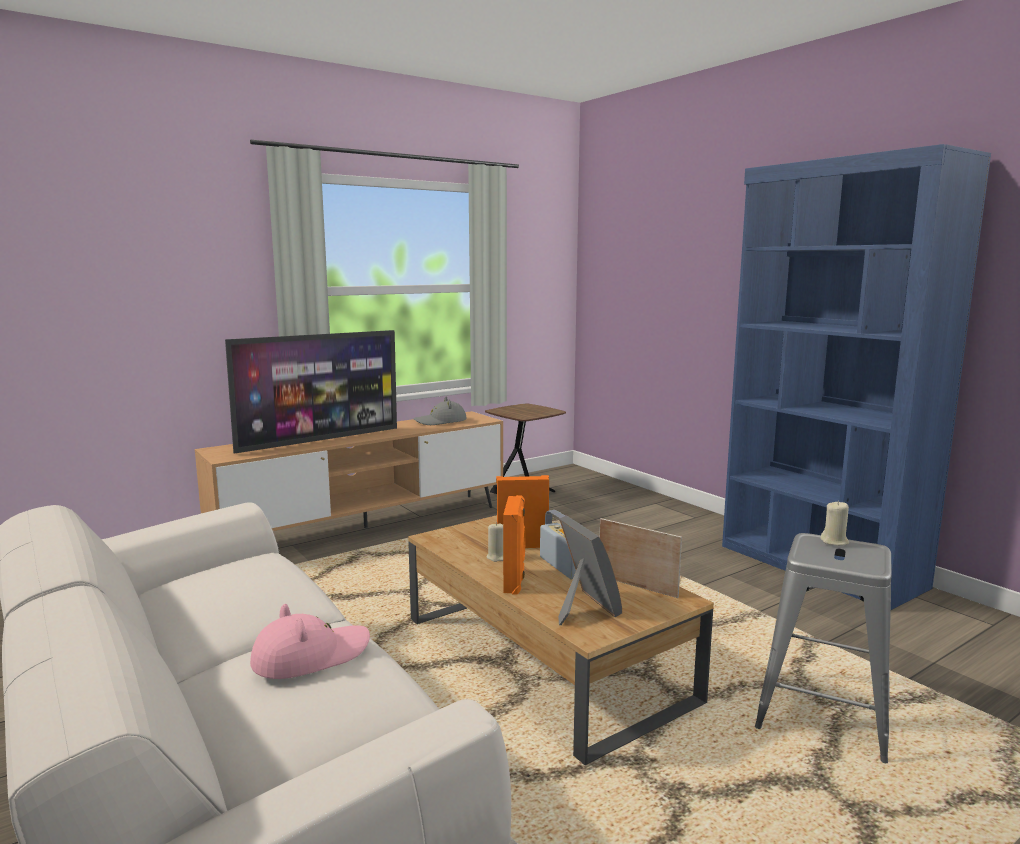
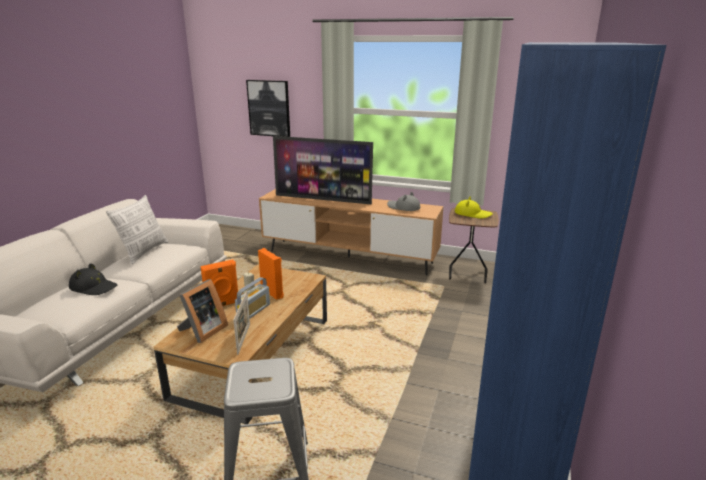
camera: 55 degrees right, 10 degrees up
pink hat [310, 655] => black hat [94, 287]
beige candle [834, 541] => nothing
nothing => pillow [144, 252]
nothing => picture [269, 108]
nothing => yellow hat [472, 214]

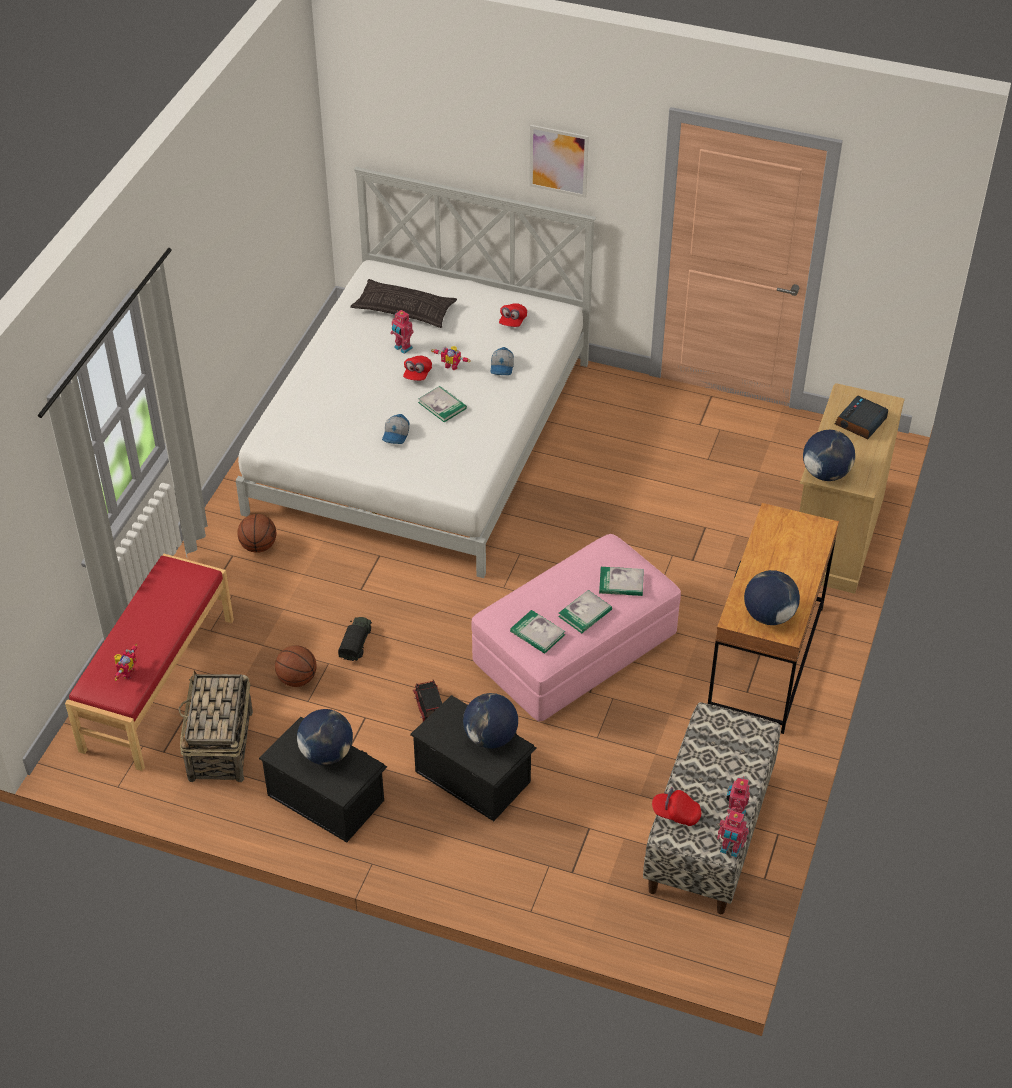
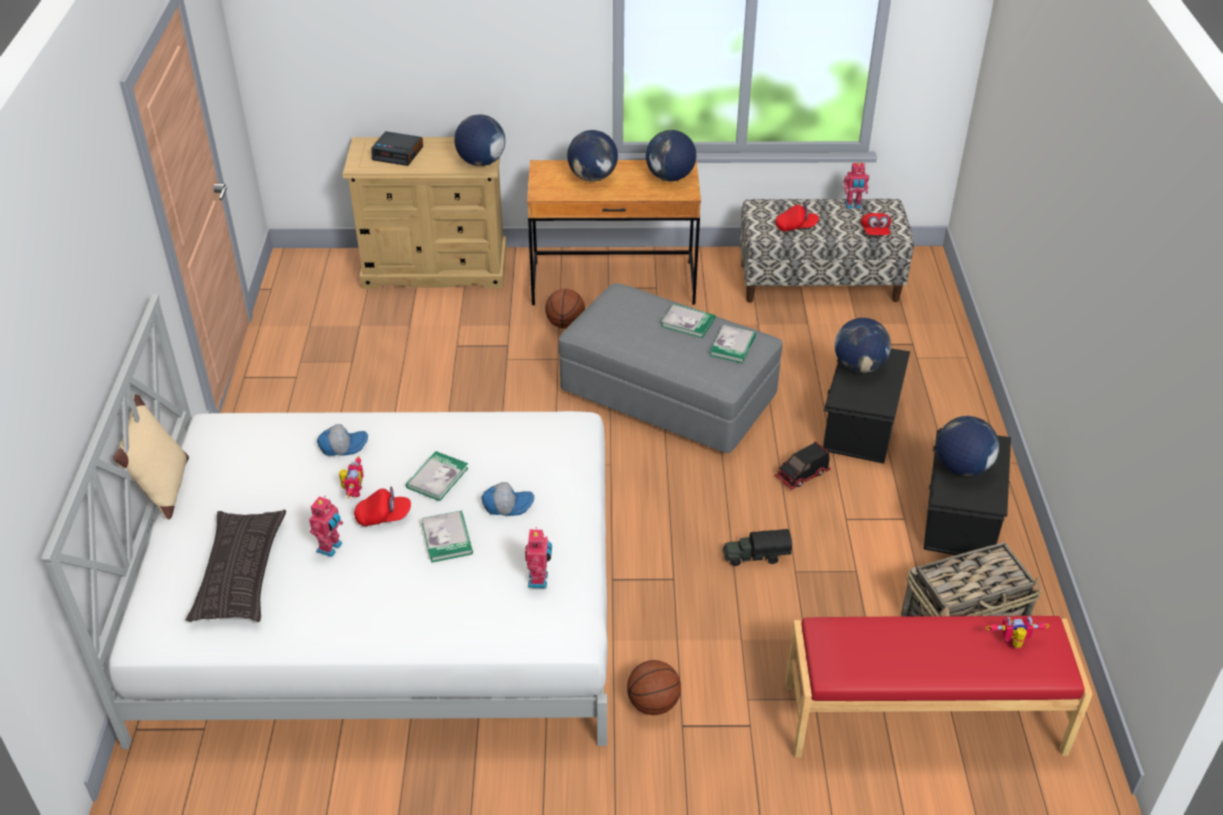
camera: 110 degrees left, 5 degrees down
basketball [297, 679] => basketball [565, 324], move
pink ottoman [575, 650] => grey ottoman [668, 395]
red cap [513, 321] => red cap [796, 227], move
picture [558, 161] => nothing
book [621, 583] => book [447, 538], move
toy robot [730, 850] => toy robot [539, 580], move
nothing => beige pillow [164, 490]
nothing => globe [593, 177]

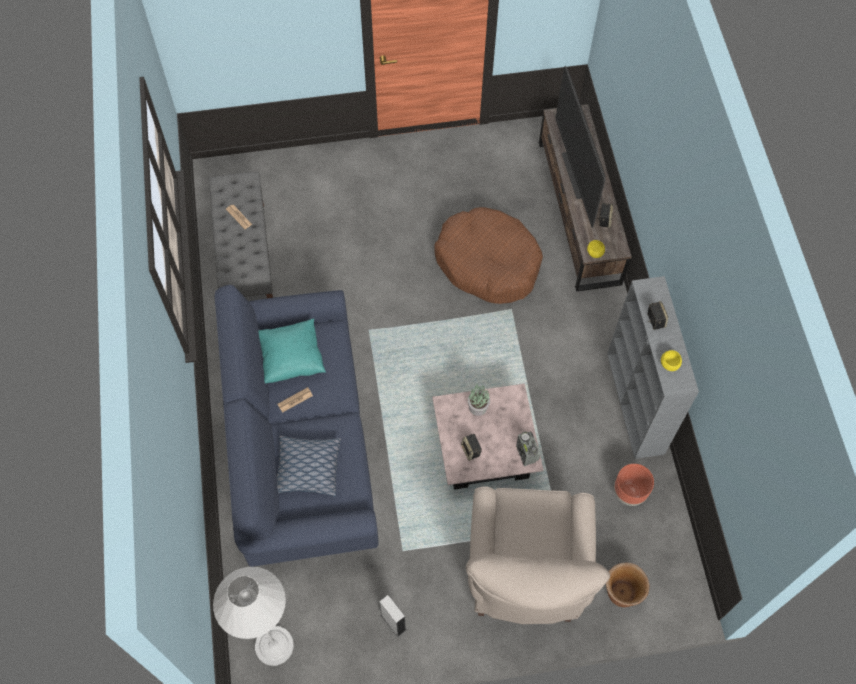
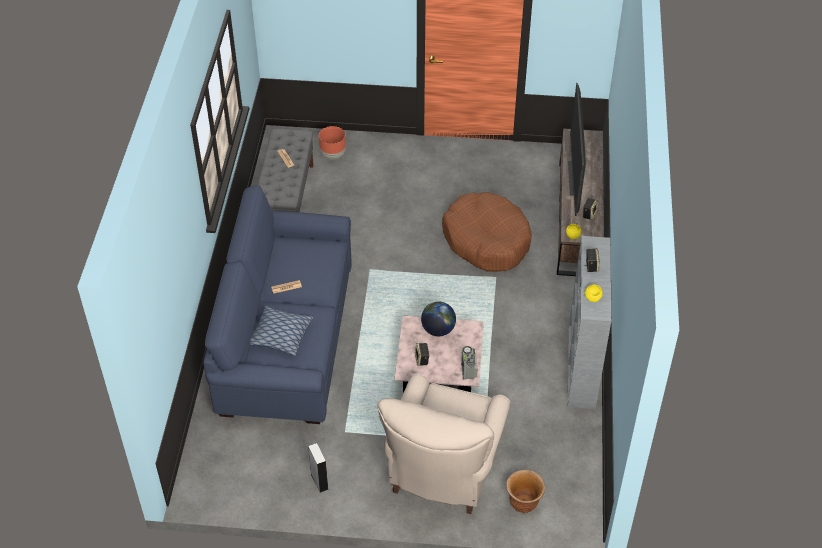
camera: 15 degrees right, 15 degrees down
white floor lamp [274, 645] => nothing
turquoise pillow [291, 359] => nothing
potted plant [477, 407] => globe [438, 330]
brown planter [629, 493] => brown planter [333, 155], move

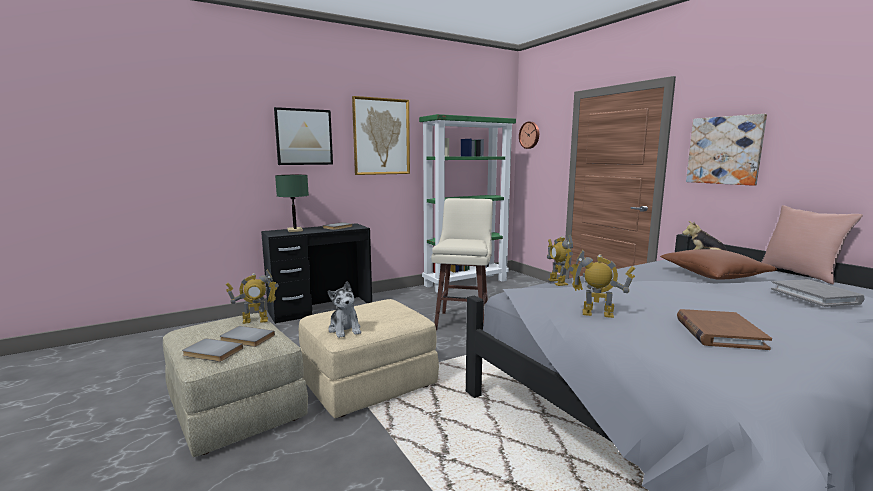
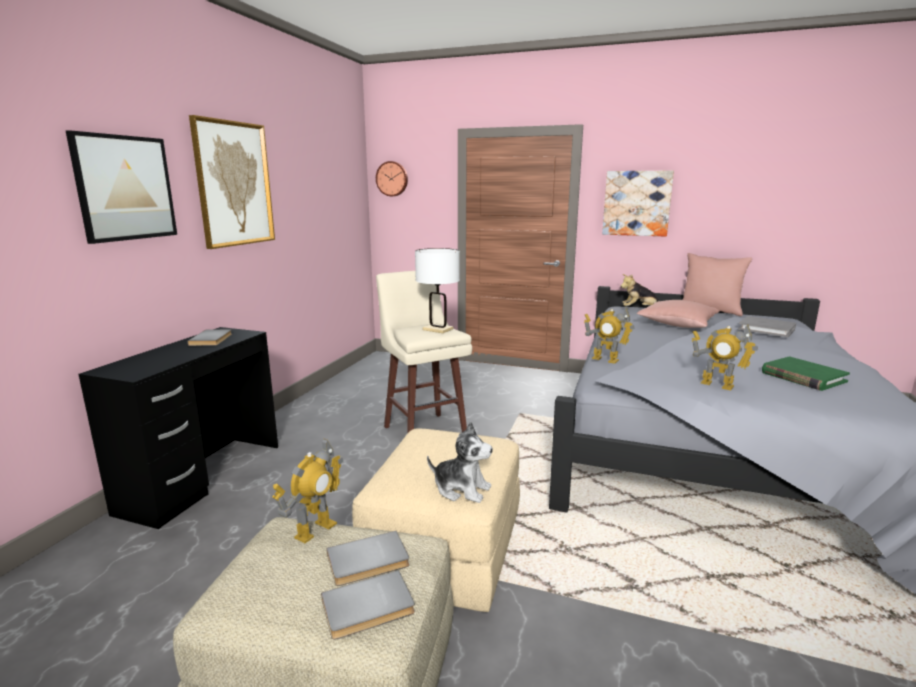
camera: 40 degrees left, 5 degrees up
green table lamp [295, 230] => nothing
green bookcase [466, 283] => nothing
toy robot [597, 314] => toy robot [717, 385], 120 degrees counterclockwise
brown pillow [713, 276] => pink pillow [677, 324]
brown book [718, 333] => green book [802, 377]
nothing => white table lamp [438, 329]

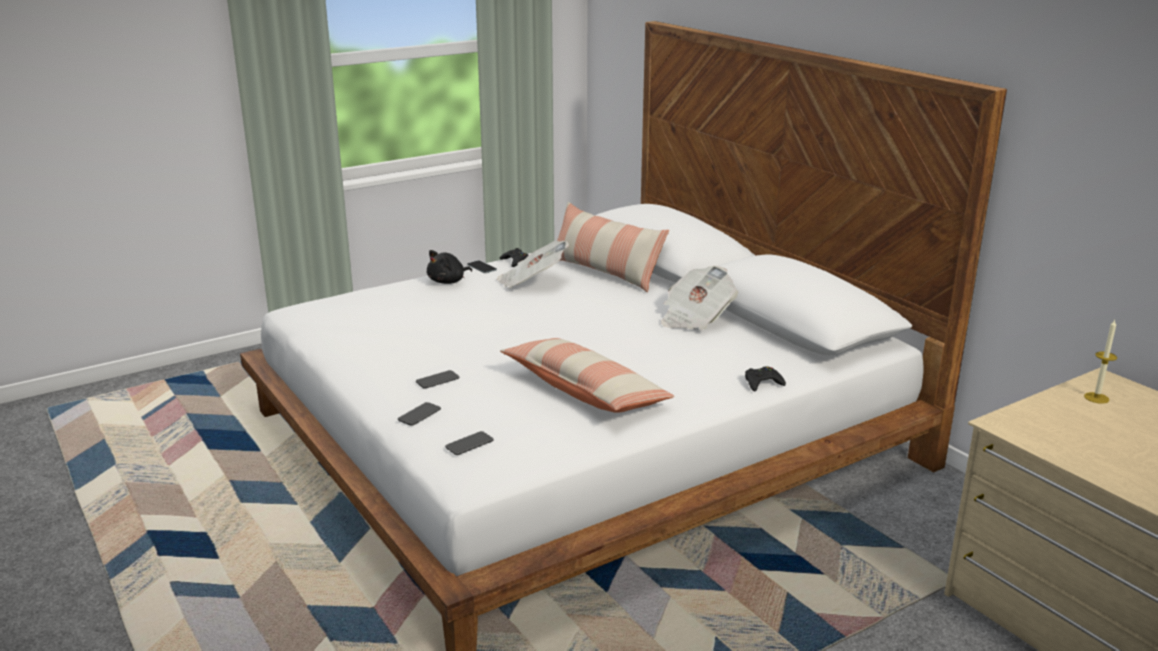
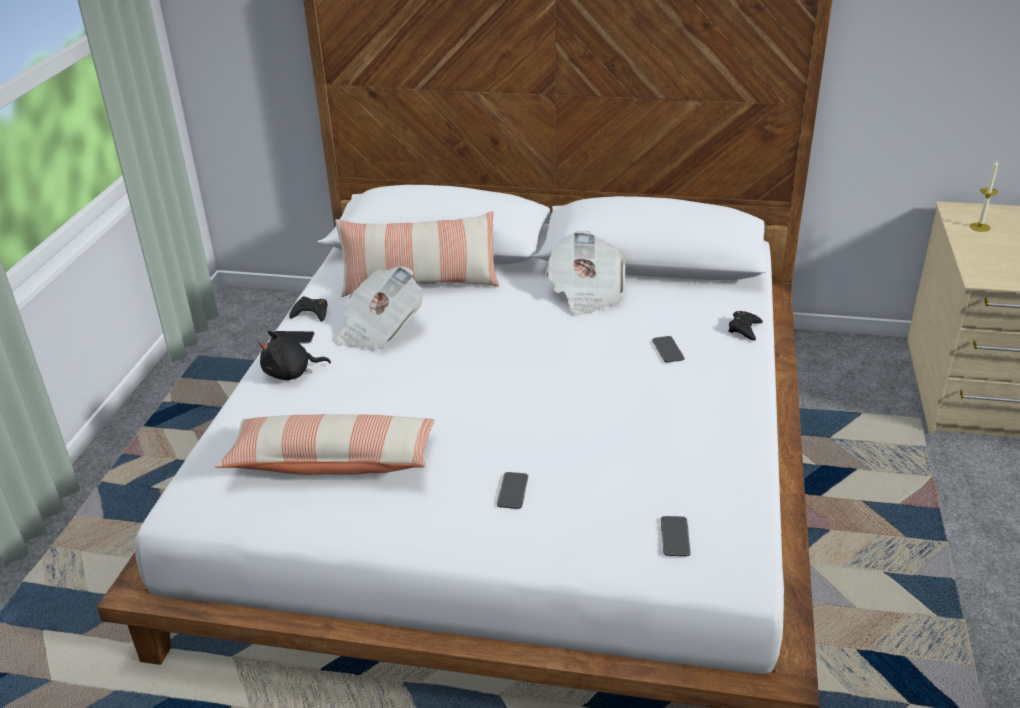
camera: 45 degrees left, 10 degrees up
phone [419, 415] => phone [668, 350], move
black plush toy [448, 281] => black plush toy [291, 373], 75 degrees clockwise
pillow [585, 391] => pillow [332, 461], move

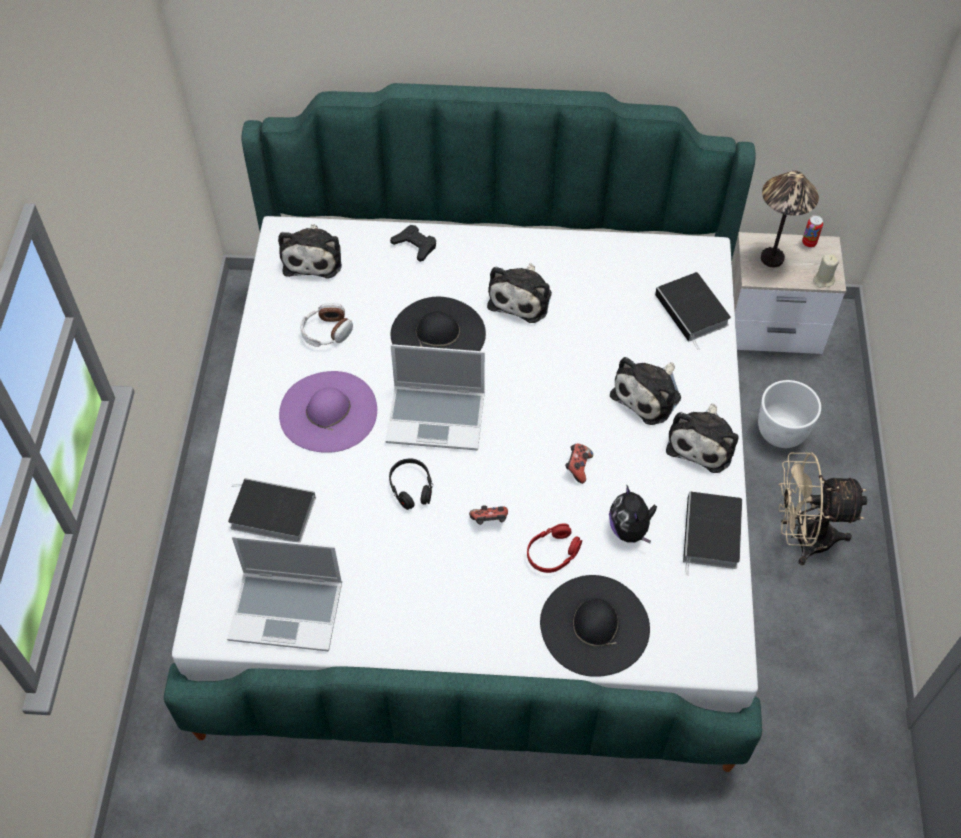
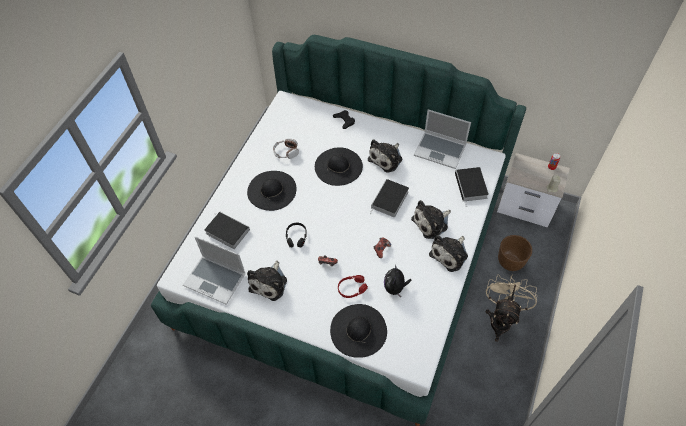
camera: 20 degrees right, 0 degrees up
plush toy [313, 257] => plush toy [269, 283], move
purple hat [328, 411] => black hat [272, 190]
laptop [437, 417] => laptop [440, 150], move
book [712, 535] => book [389, 200], move
white planter [780, 433] => brown planter [510, 262]
table lamp [771, 258] => nothing
beige fan [802, 537] => beige fan [501, 318], 90 degrees clockwise

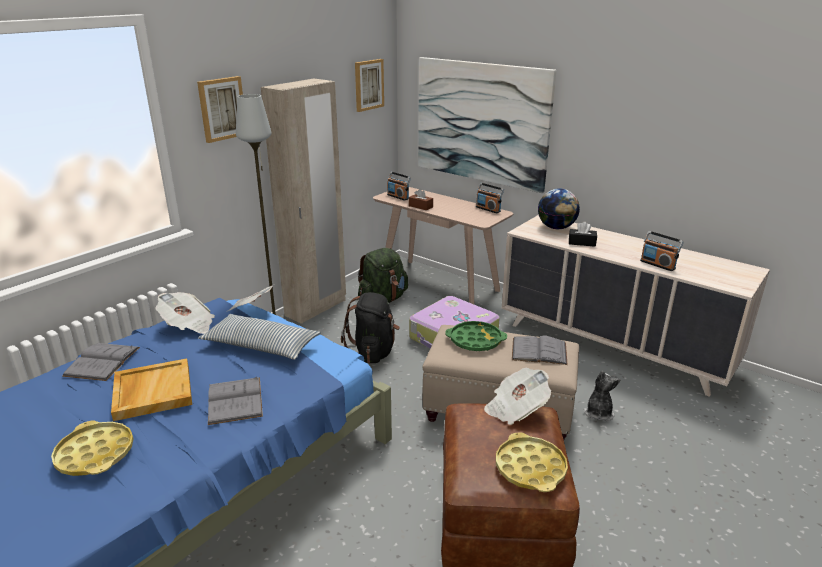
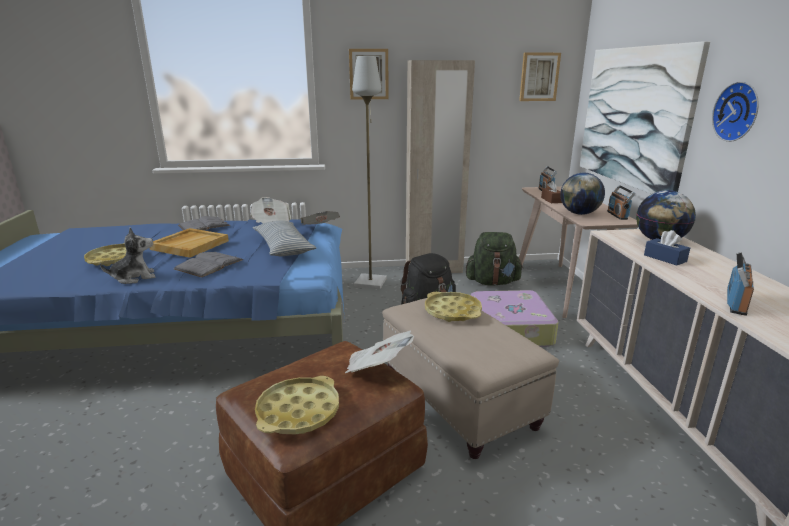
camera: 45 degrees right, 5 degrees down
green tray [475, 340] => yellow tray [452, 311]
grey book [539, 351] => nothing
black tissue box [582, 242] => blue tissue box [665, 258]
plush toy [598, 412] => plush toy [134, 277], move
radio [657, 264] => radio [736, 304], 150 degrees counterclockwise
nothing => globe [579, 213]
nothing => wall clock [738, 112]

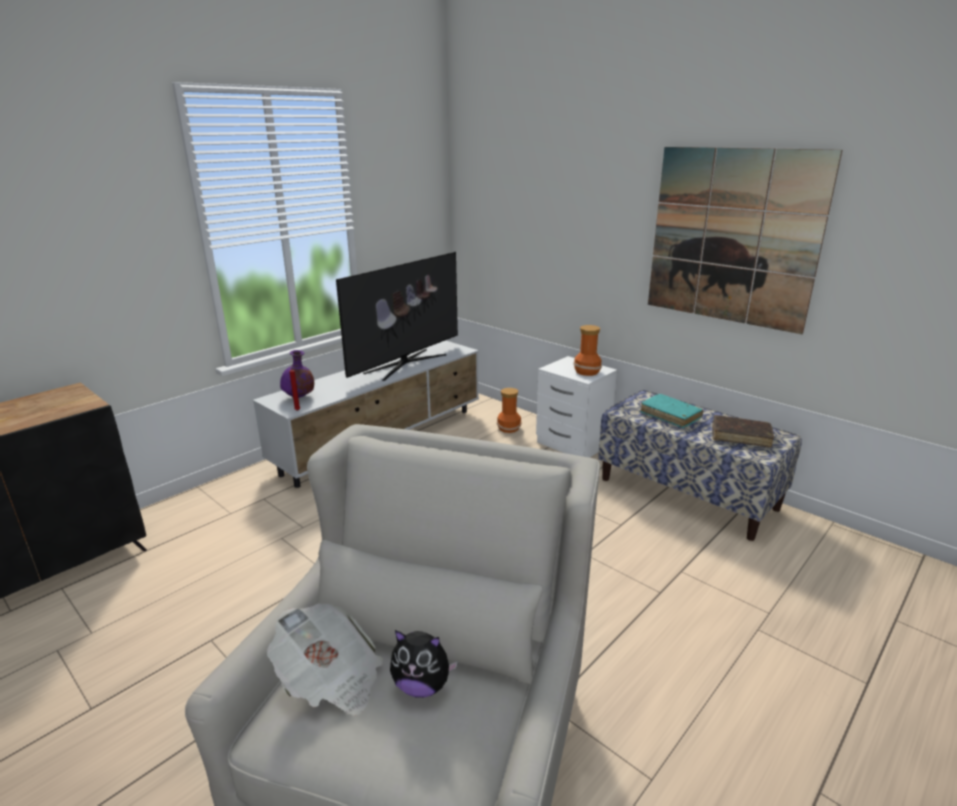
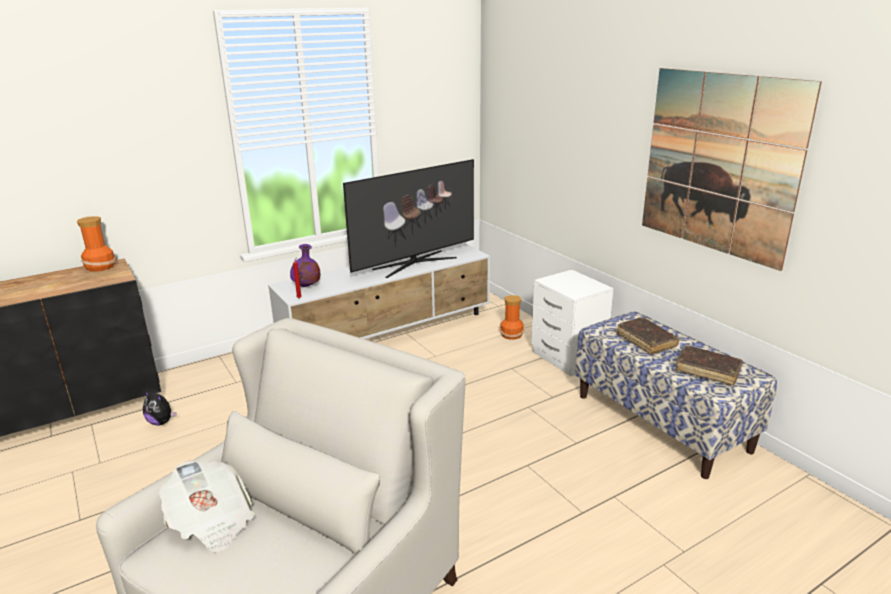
camera: 15 degrees right, 0 degrees up
plush toy [422, 685] => plush toy [161, 422], move
vase [586, 371] => vase [99, 267], move
turquoise book [670, 416] => brown book [646, 341]

